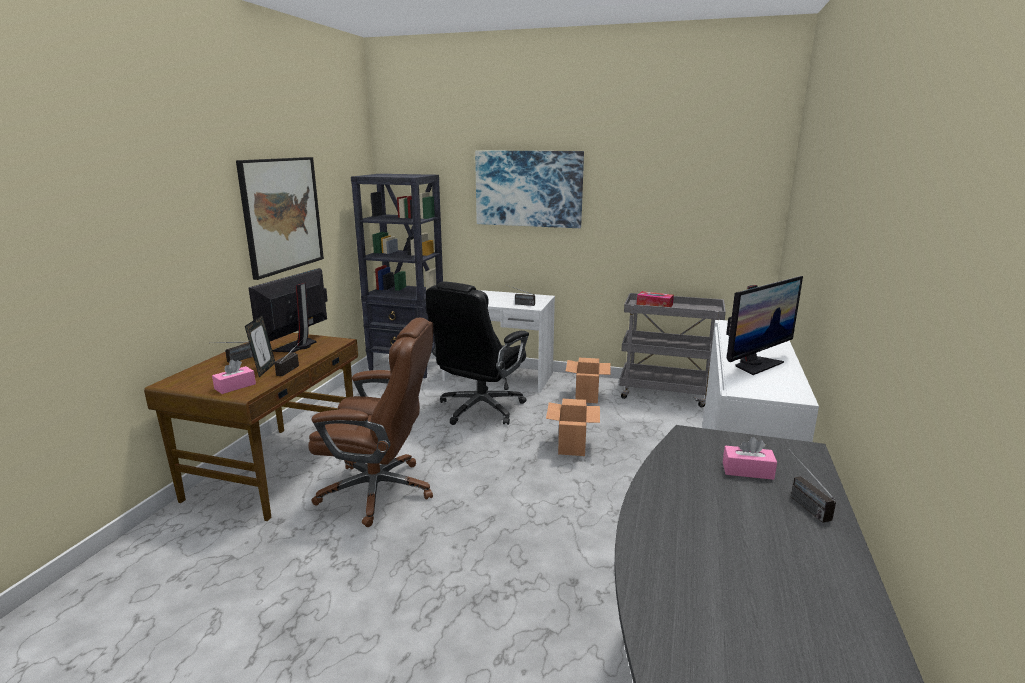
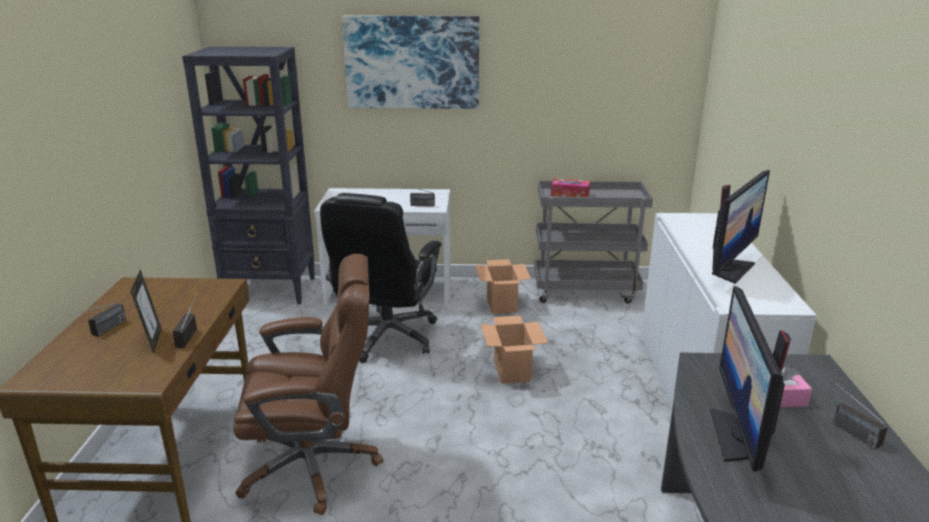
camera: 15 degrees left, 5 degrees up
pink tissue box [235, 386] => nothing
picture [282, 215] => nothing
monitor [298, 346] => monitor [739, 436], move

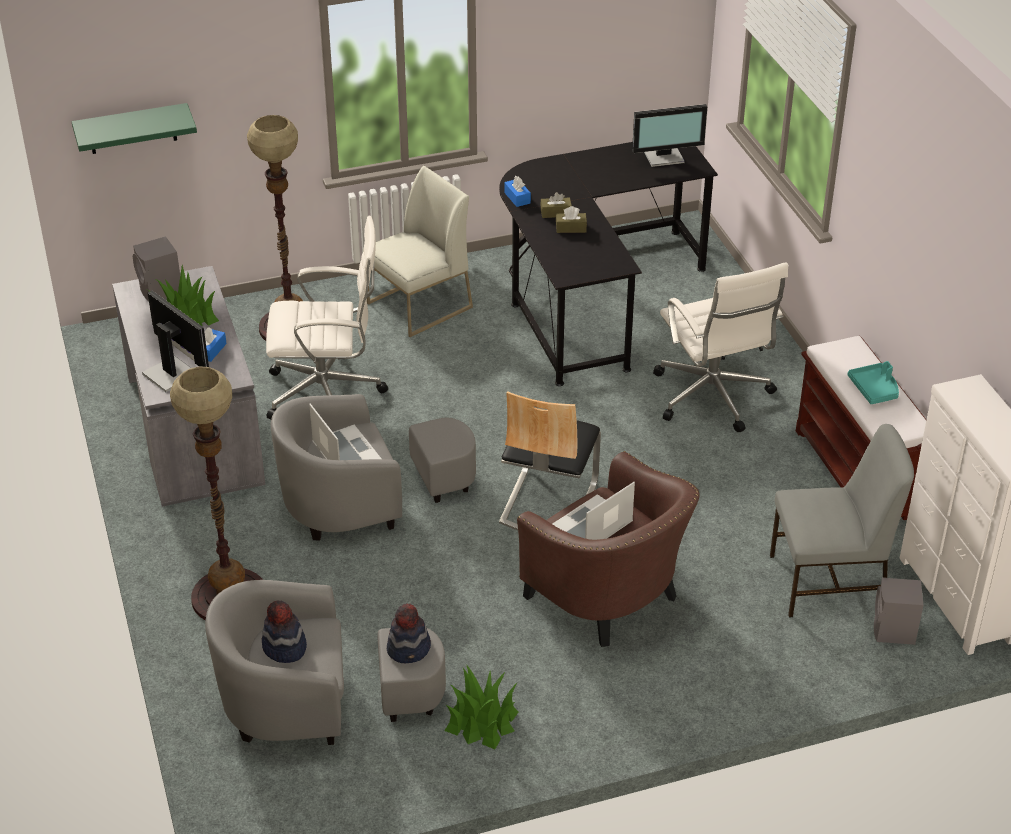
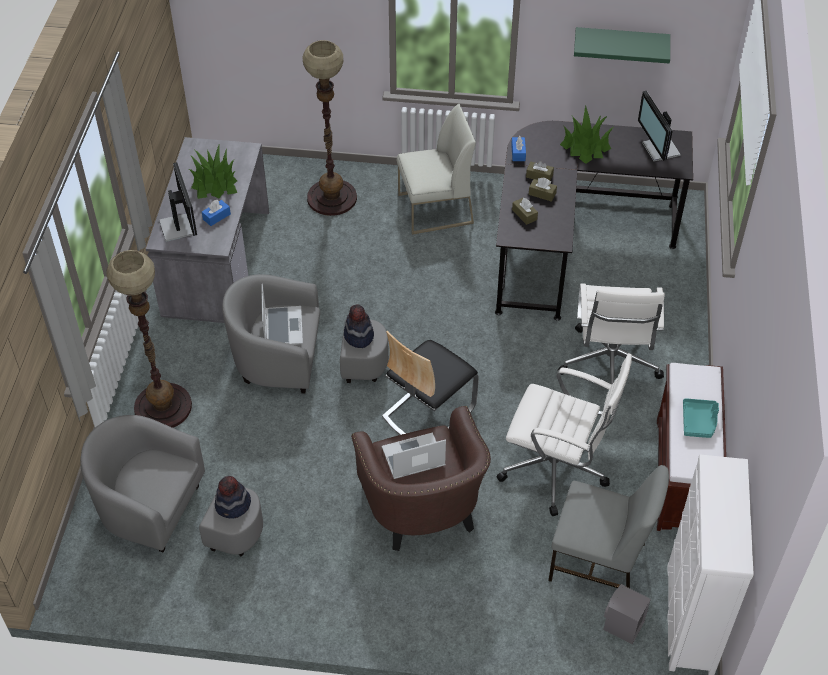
camera: 25 degrees right, 10 degrees up
green shelf [132, 129] => green shelf [621, 43], move
grey speaker [161, 291] => nothing
hat [284, 648] => hat [358, 336], move
white office chair [328, 394] => white office chair [557, 470], move
potted plant [481, 720] => potted plant [585, 146], move
monitor [664, 157] => monitor [659, 150], 60 degrees clockwise
nothing => brown tissue box [524, 215]

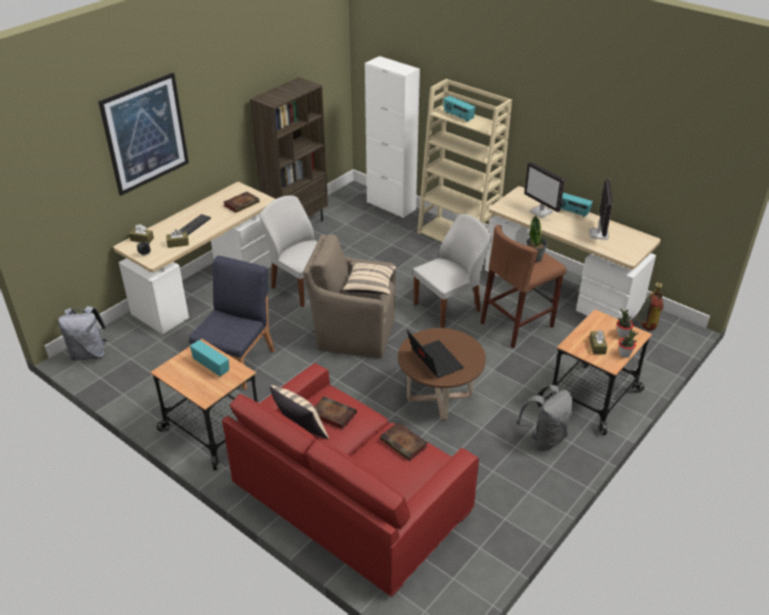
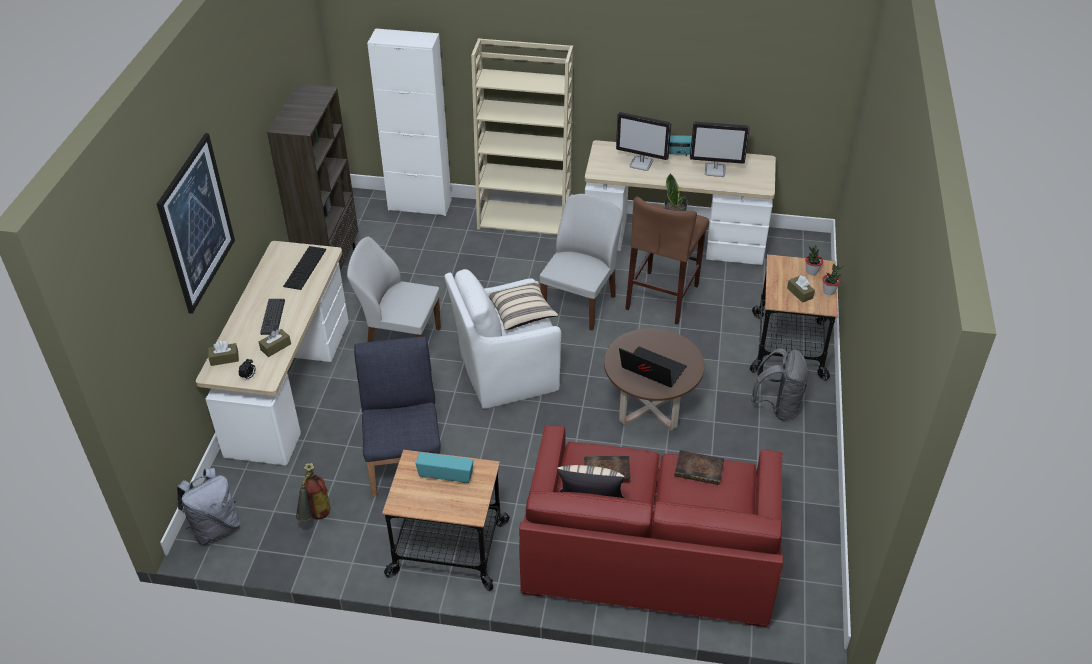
camera: 30 degrees left, 5 degrees up
book [242, 203] => keyboard [305, 267]
brown armchair [353, 334] => white armchair [505, 374]
radio [458, 116] => nothing
monitor [598, 234] => monitor [715, 170], 120 degrees clockwise
fire extinguisher [644, 329] => fire extinguisher [316, 519], move

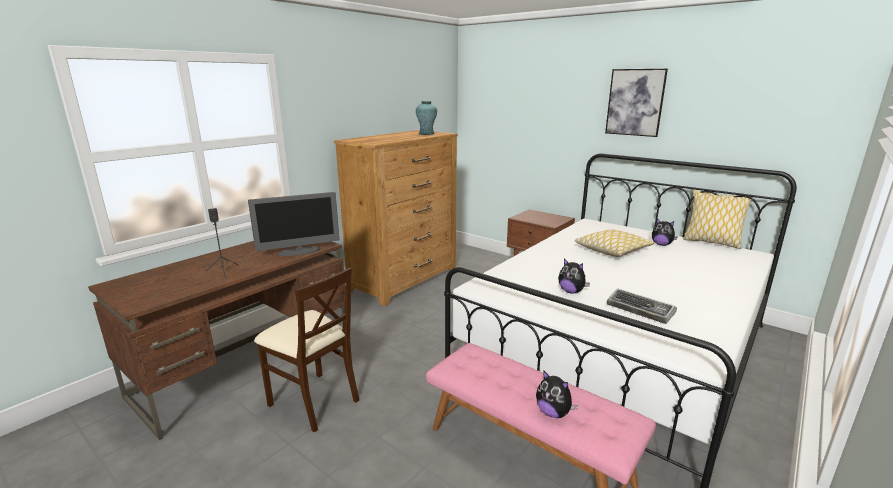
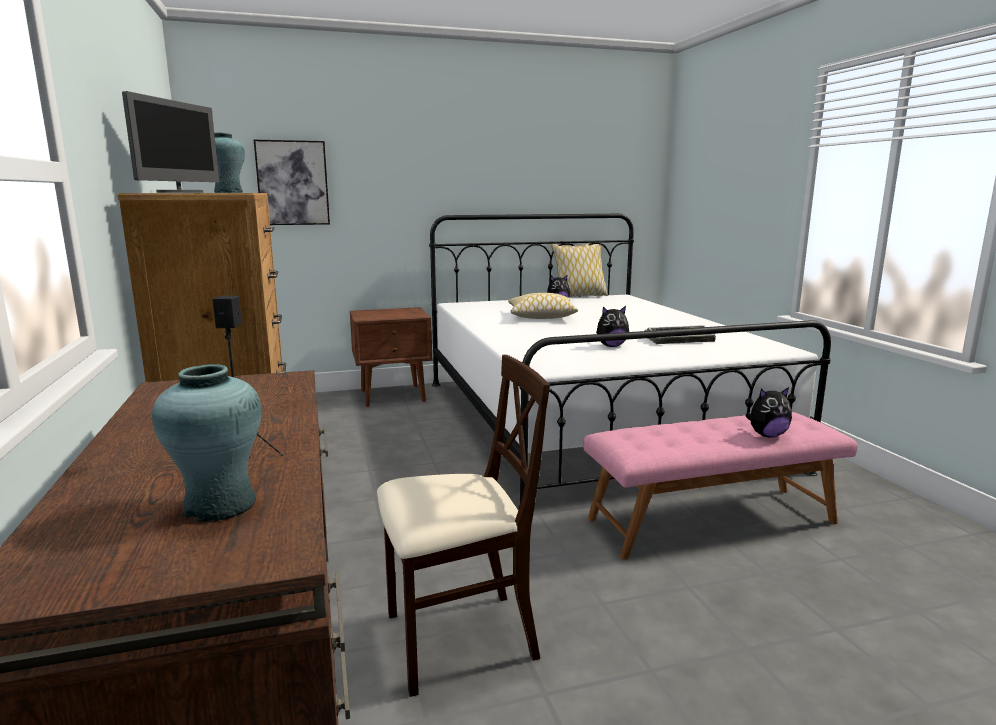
camera: 55 degrees left, 5 degrees down
monitor [299, 251] => monitor [181, 192], move
picture [635, 102] => picture [292, 183], move
nothing => turquoise vase [220, 506]

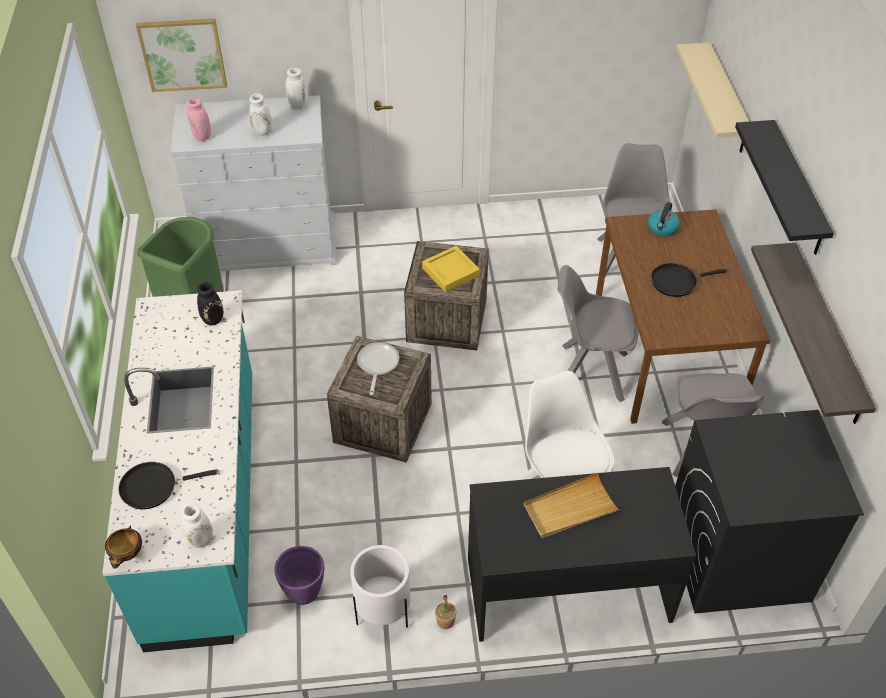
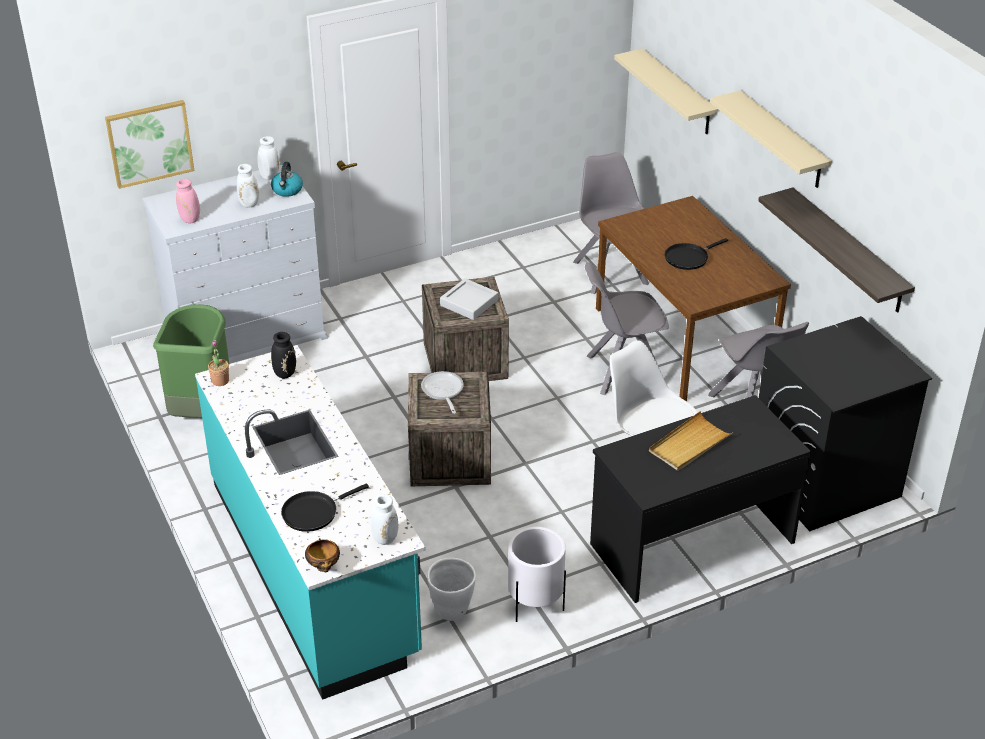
camera: 20 degrees left, 10 degrees down
purple planter [304, 592] => white planter [452, 610]
yellow tray [450, 272] => grey tray [469, 303]
potted plant [445, 621] => potted plant [220, 381], move
kettle [662, 228] => kettle [287, 190], move
black shelf [797, 189] => beige shelf [782, 140]

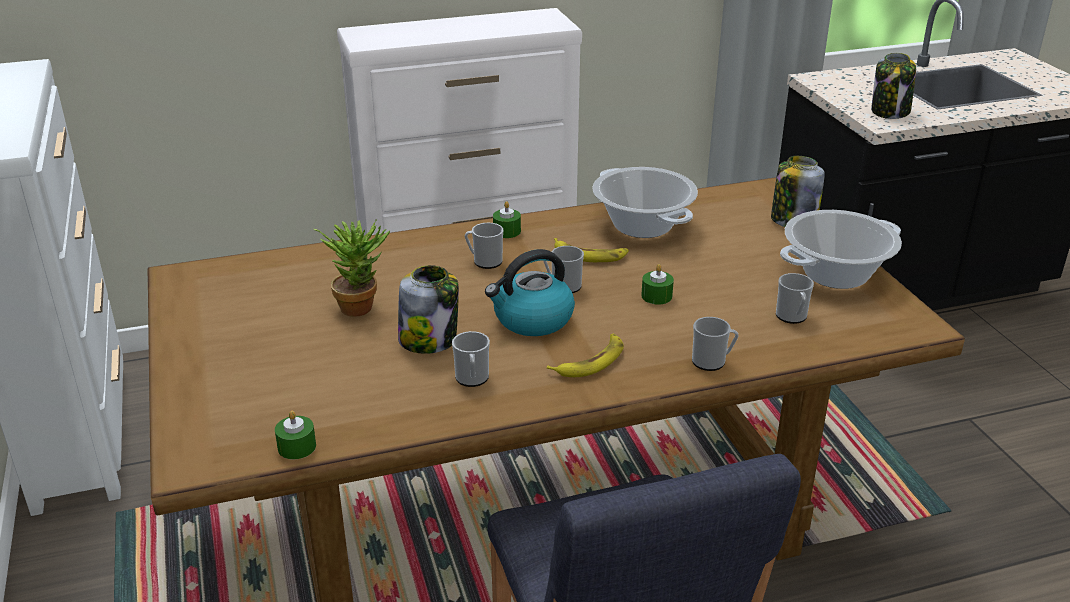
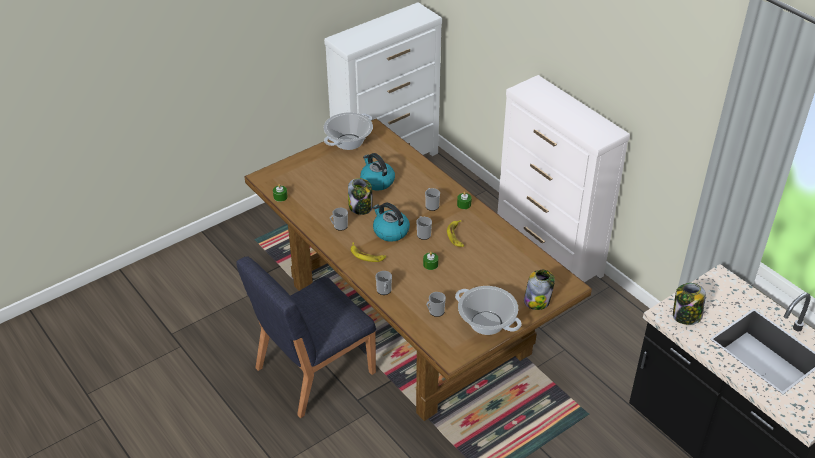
camera: 70 degrees right, 10 degrees up
potted plant [360, 305] => kettle [377, 181]
cooking pot [642, 225] => cooking pot [348, 142], move

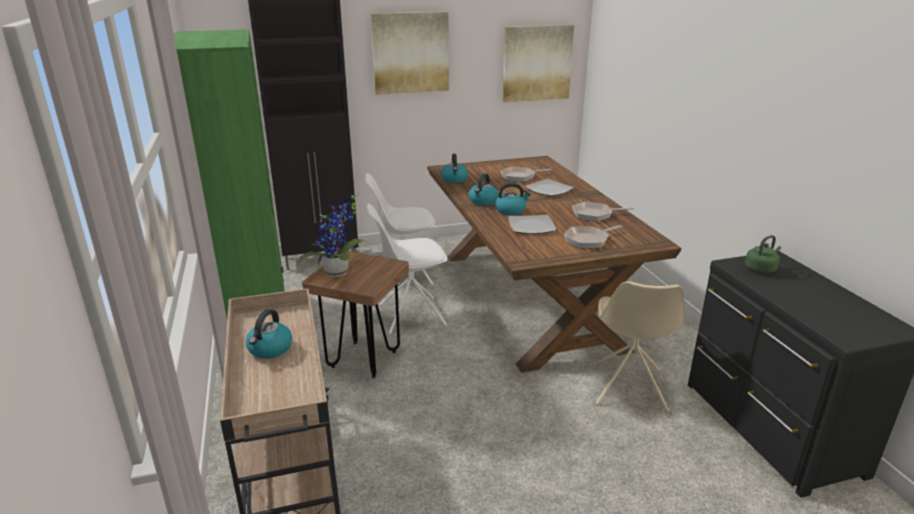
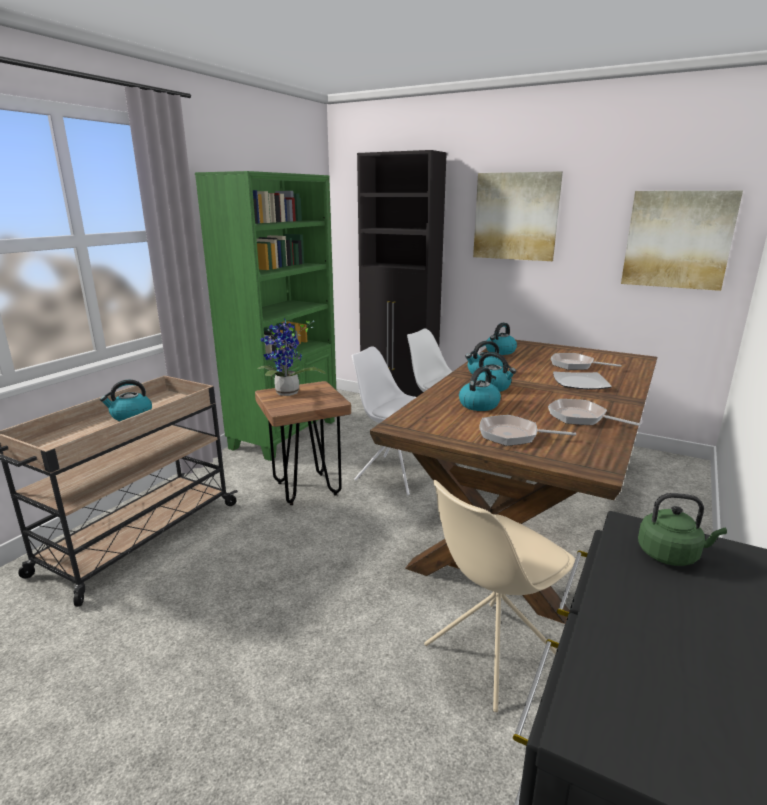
camera: 45 degrees right, 5 degrees down
plate [531, 226] => kettle [479, 405]

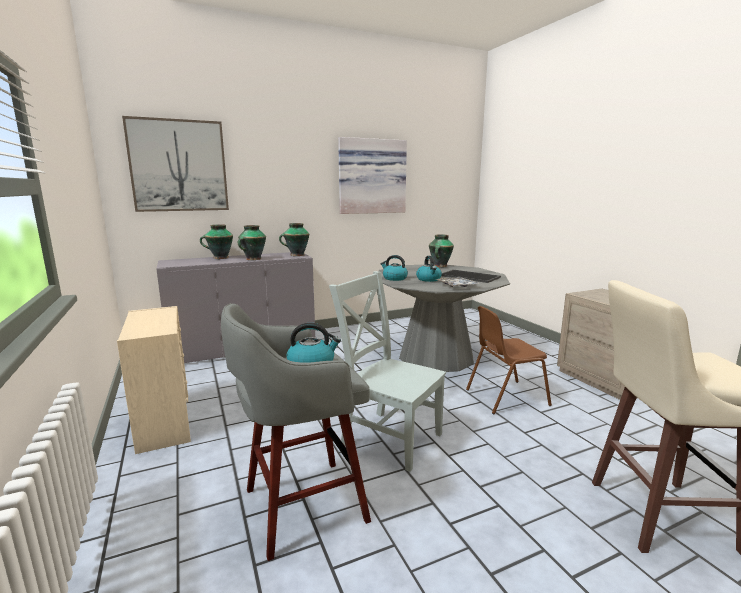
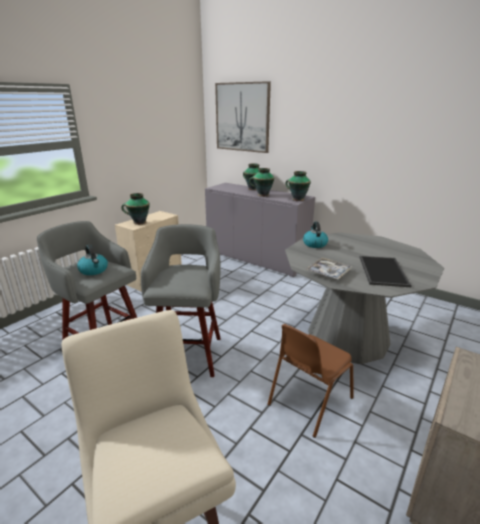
camera: 60 degrees right, 10 degrees up
grey chair [388, 437] => grey stool [189, 353]
picture [371, 176] => nothing
kettle [429, 279] => nothing
vase [440, 266] => vase [139, 222], move
brown chair [505, 397] => brown chair [308, 401], 90 degrees counterclockwise

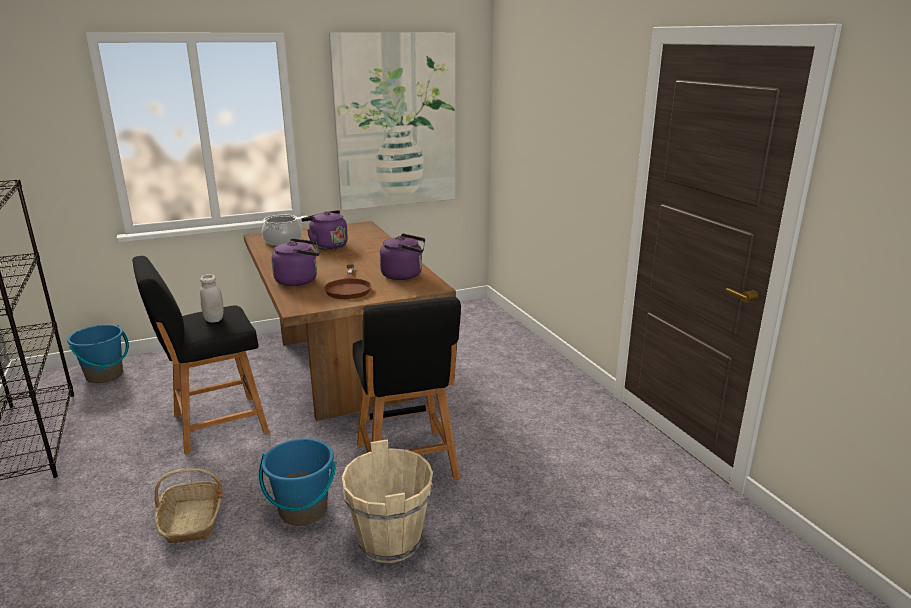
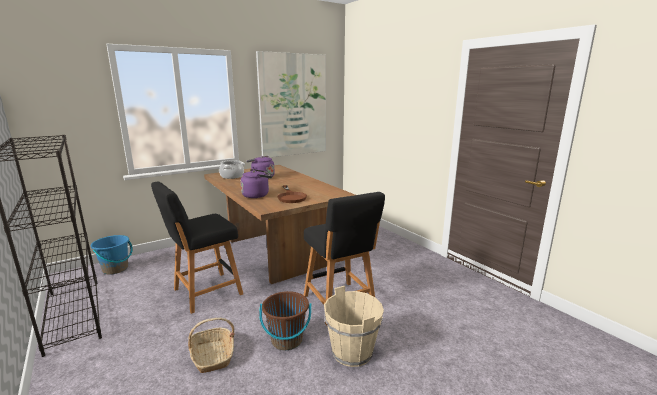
camera: 10 degrees left, 5 degrees down
white jar [214, 319] => nothing
blue bucket [303, 510] => brown bucket [286, 340]
purple kettle [404, 275] => nothing

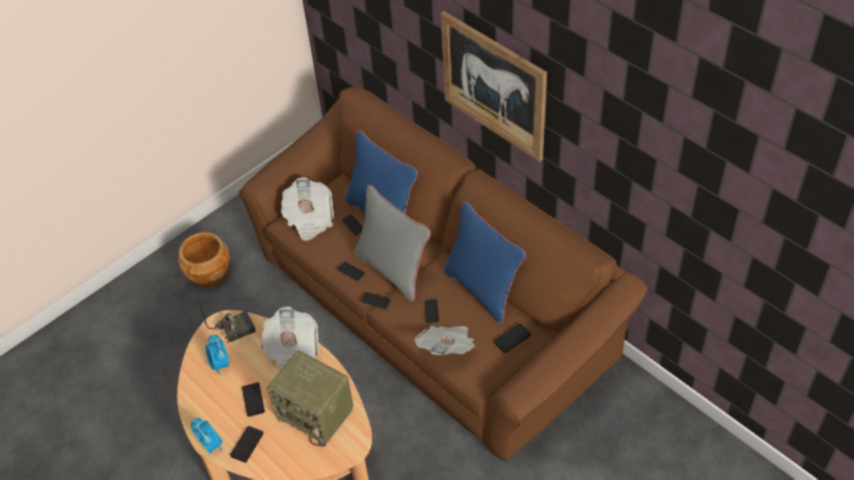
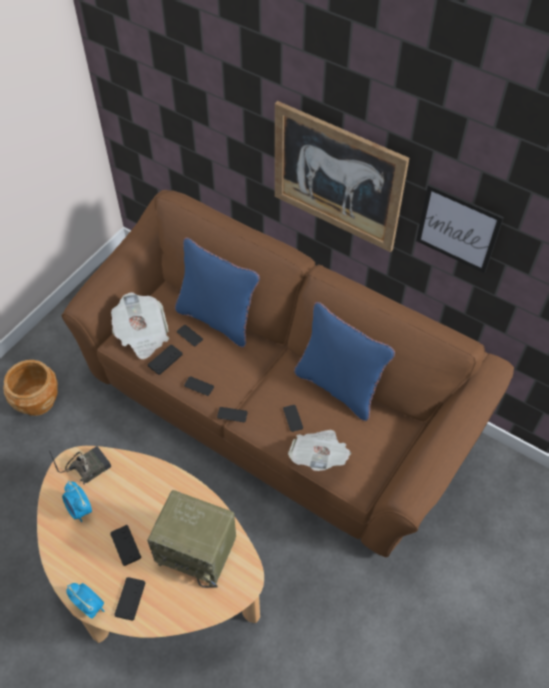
camera: 15 degrees left, 5 degrees up
newspaper [292, 352] => nothing
grey pillow [393, 270] => nothing
black game controller [512, 338] => black game controller [165, 360], move
nothing => picture [458, 228]

